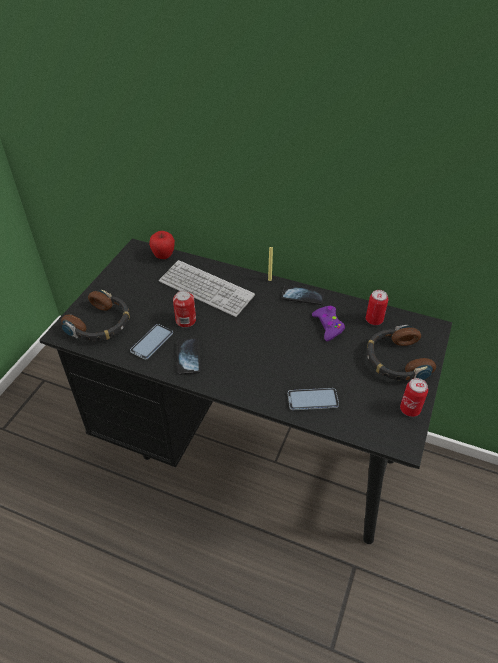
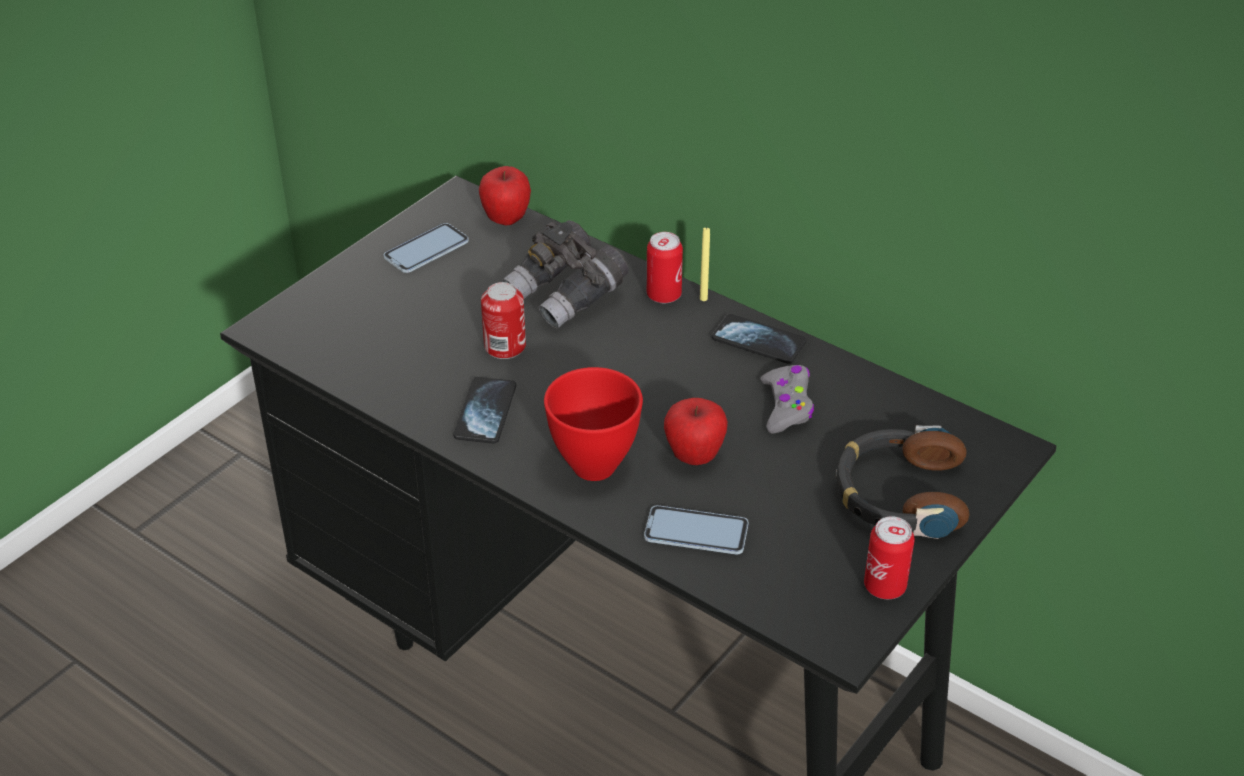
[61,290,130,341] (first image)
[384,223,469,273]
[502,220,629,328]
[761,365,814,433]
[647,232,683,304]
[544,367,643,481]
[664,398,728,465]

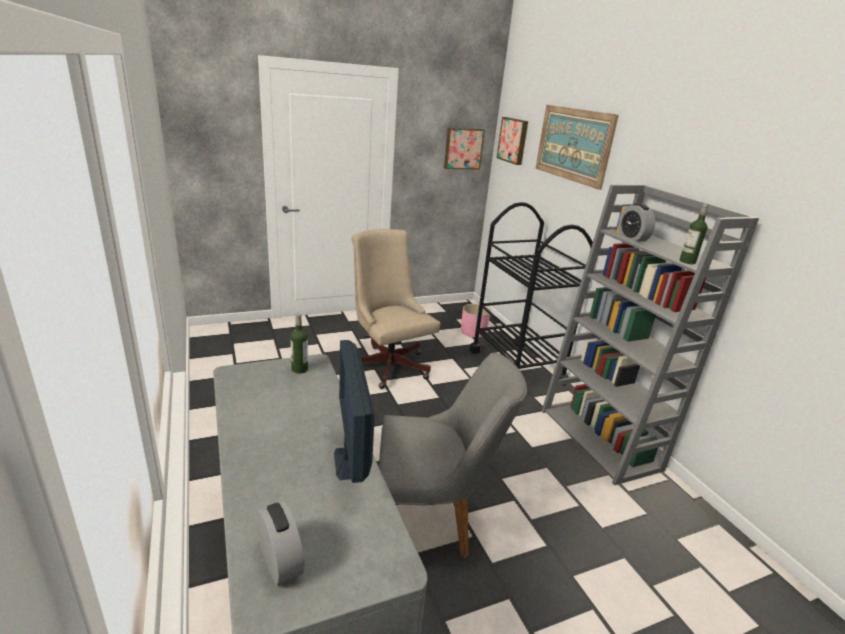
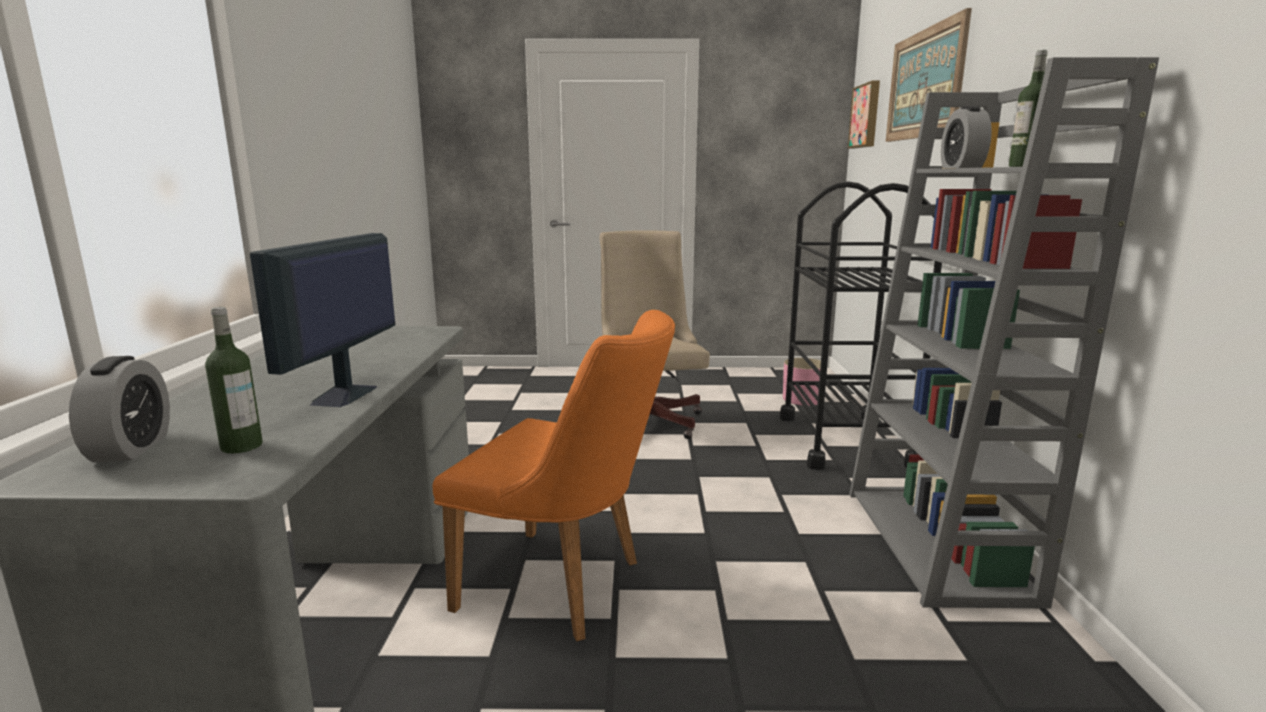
[205,307,262,454]
[433,310,675,642]
[444,127,485,170] (first image)

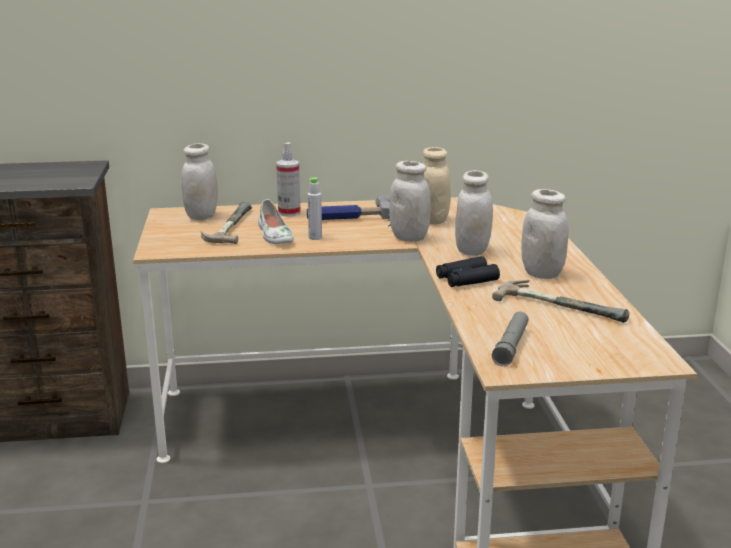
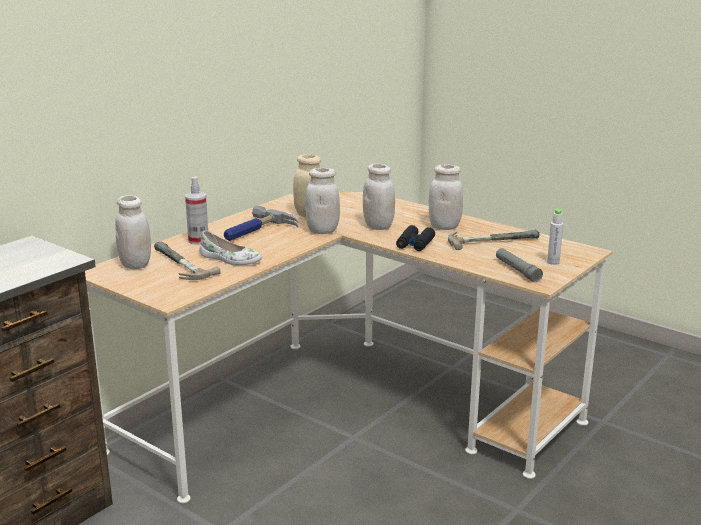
[547,209,563,265]

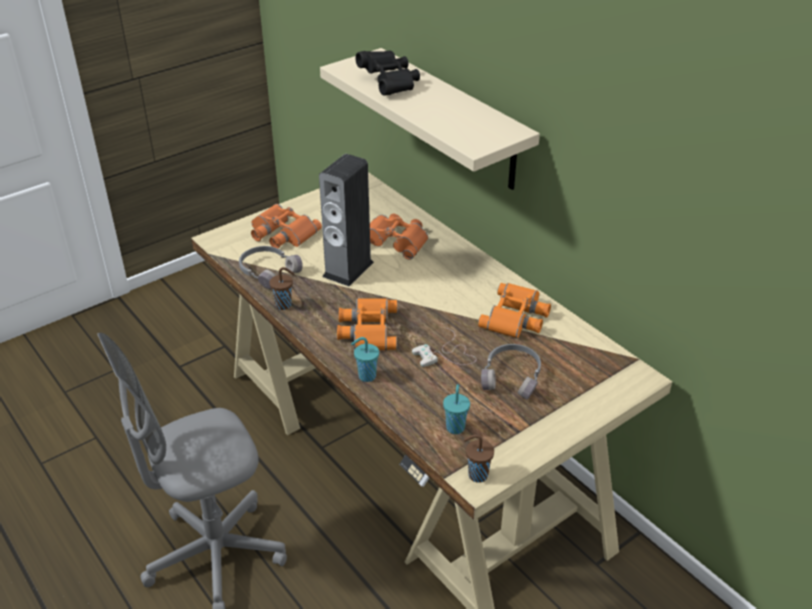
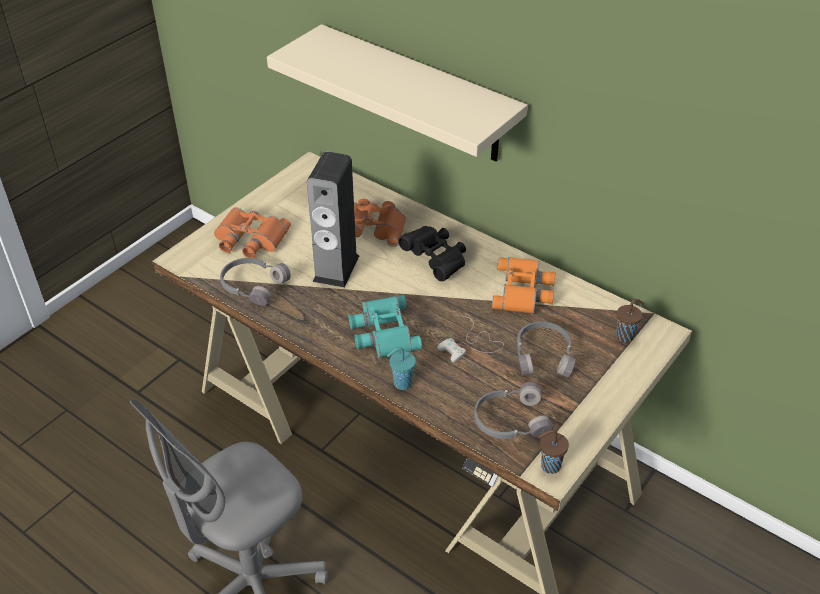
[616,299,644,342]
[349,295,422,358]
[398,226,466,281]
[474,382,553,439]

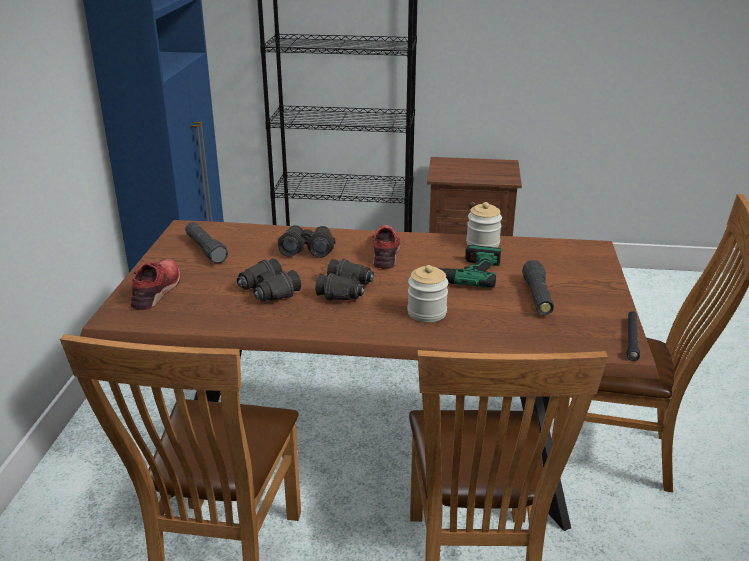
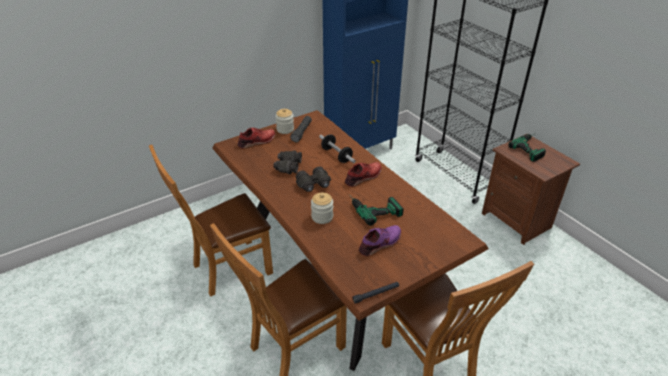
[319,134,356,163]
[275,108,294,134]
[359,225,401,256]
[509,134,546,162]

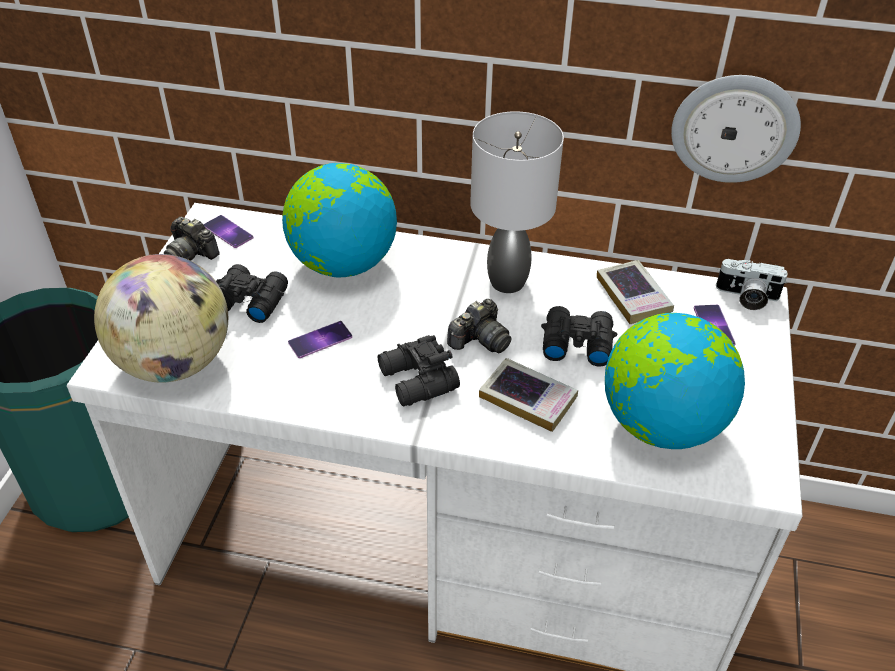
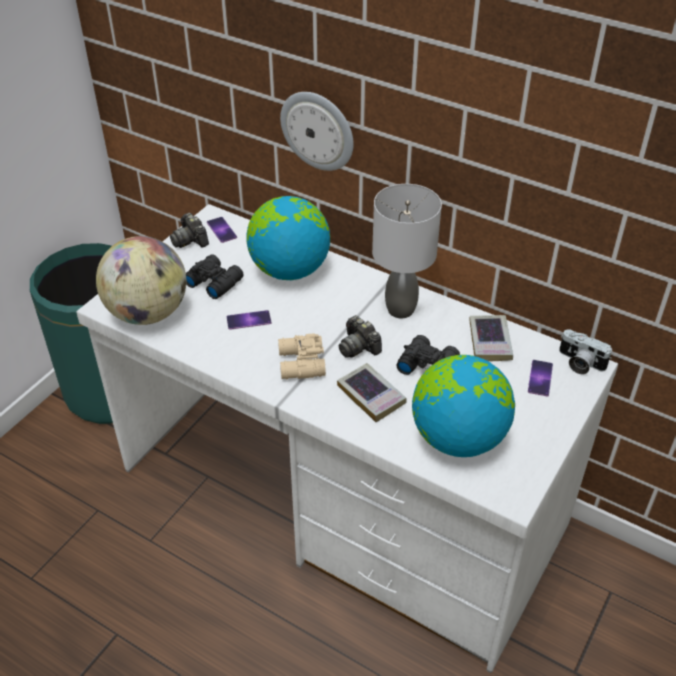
[278,333,326,379]
[339,315,382,358]
[280,92,354,171]

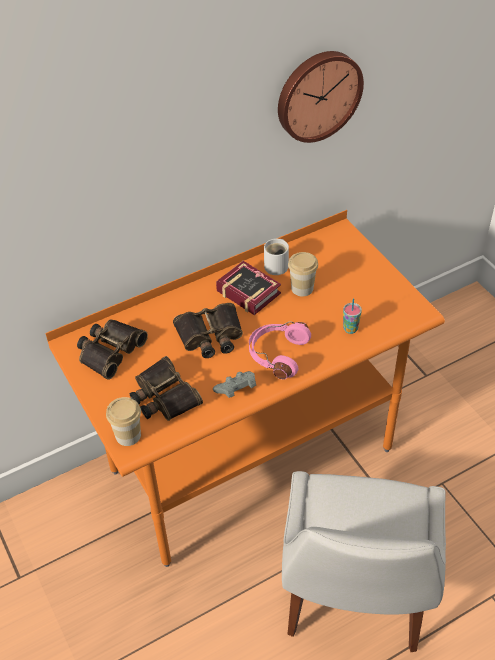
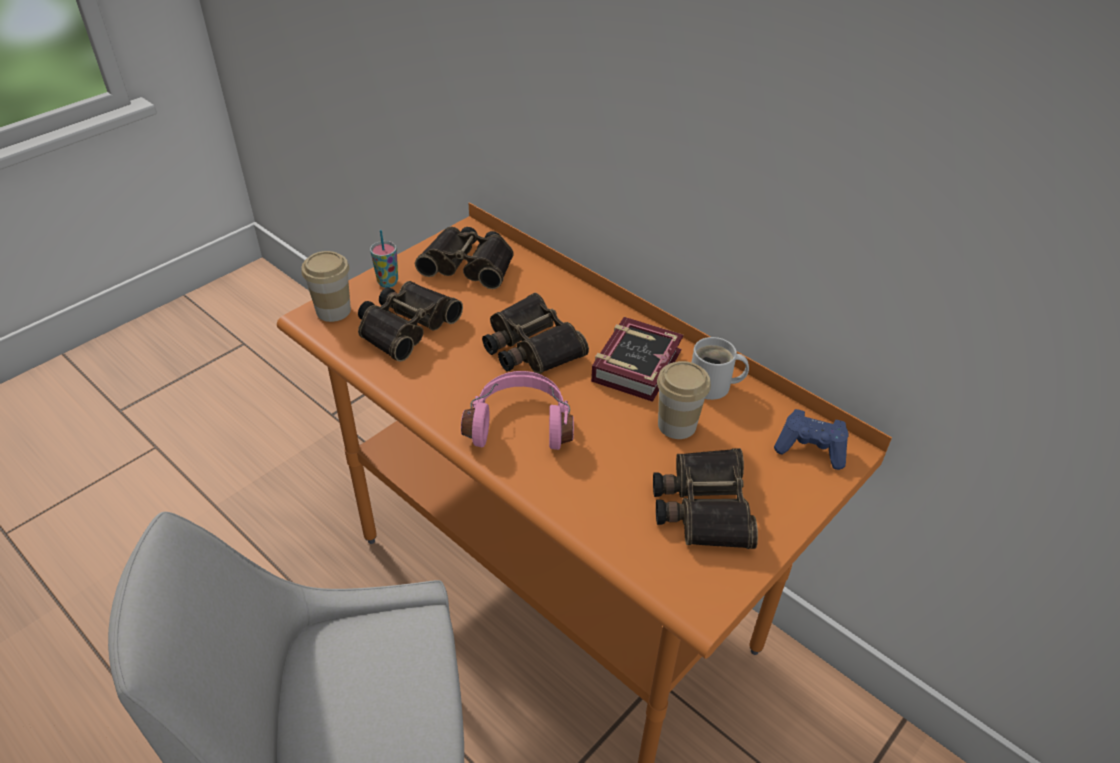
[213,371,256,398] (first image)
[278,51,364,143] (first image)
[370,230,398,288]
[653,448,758,549]
[774,409,849,470]

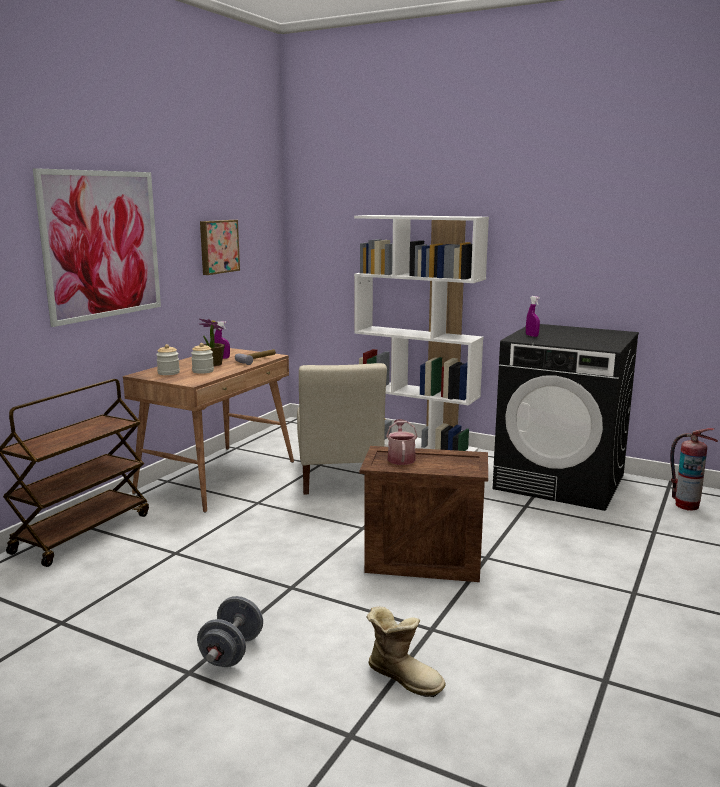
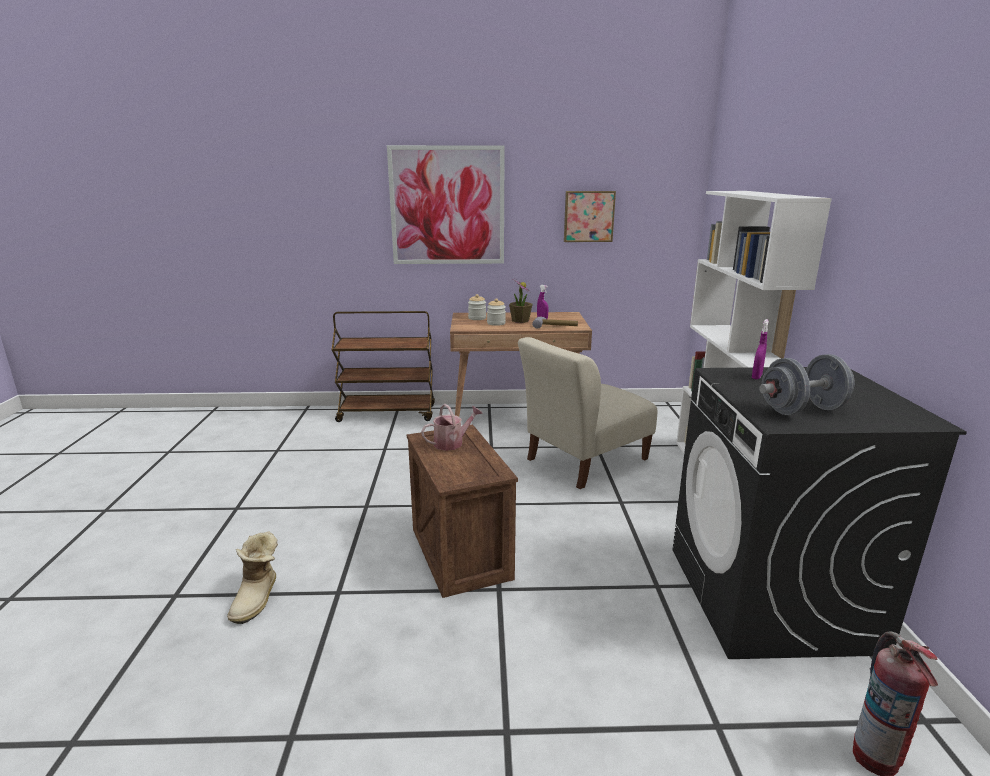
[759,354,855,415]

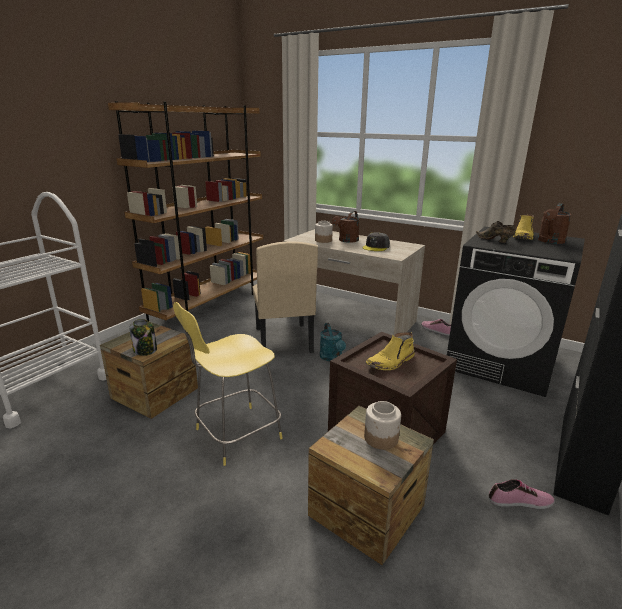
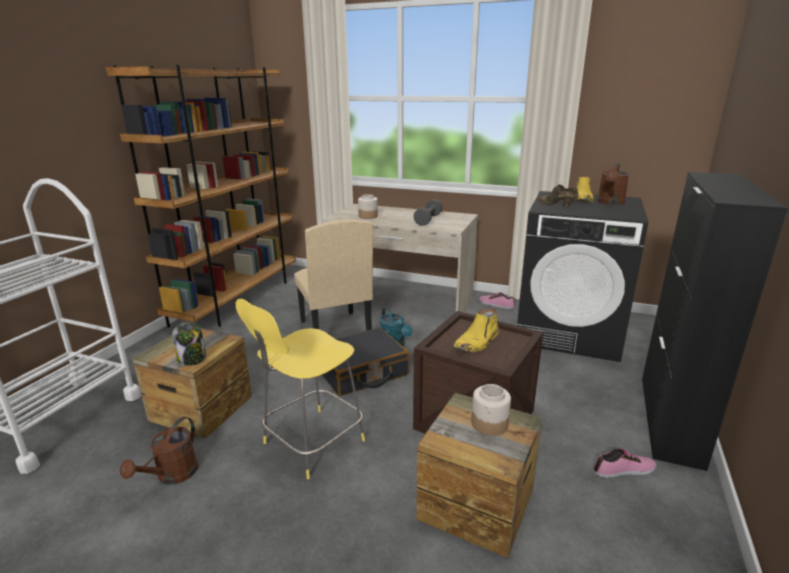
[120,417,198,485]
[413,199,442,226]
[322,328,409,396]

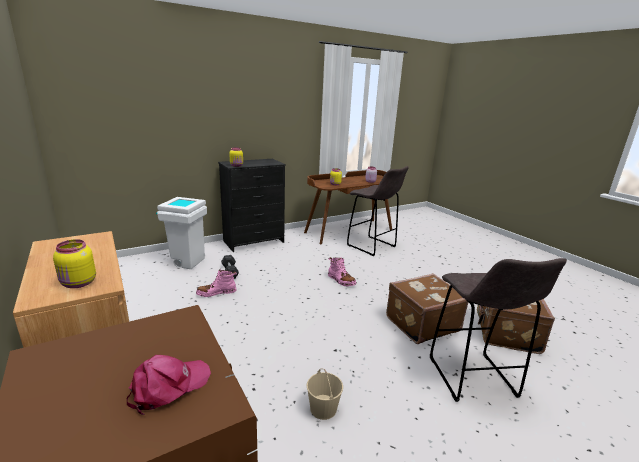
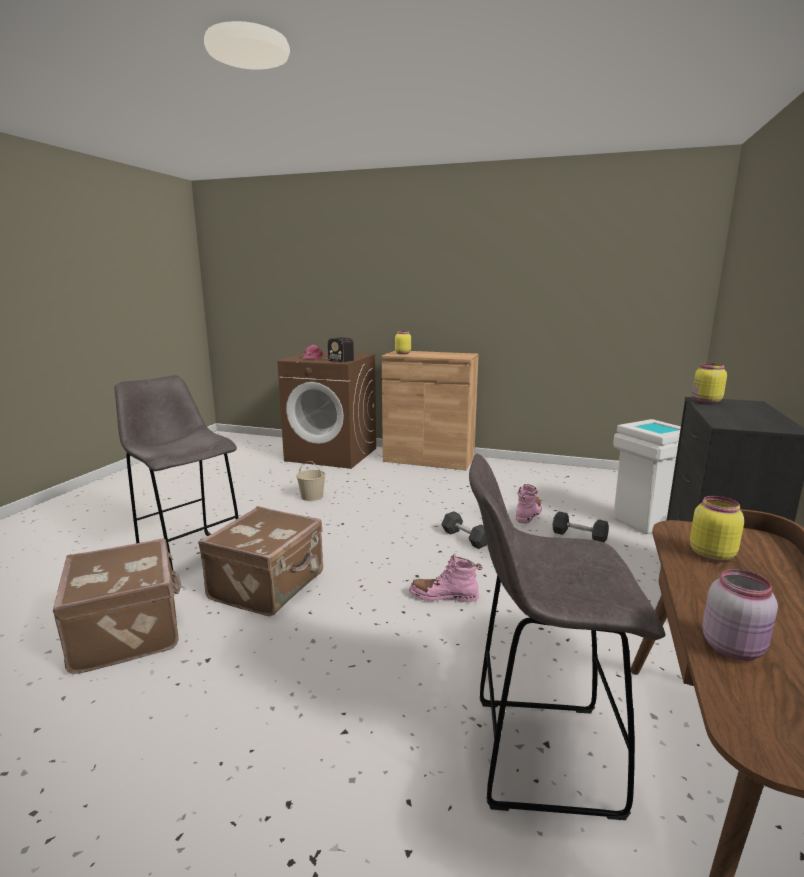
[321,337,354,363]
[441,511,487,549]

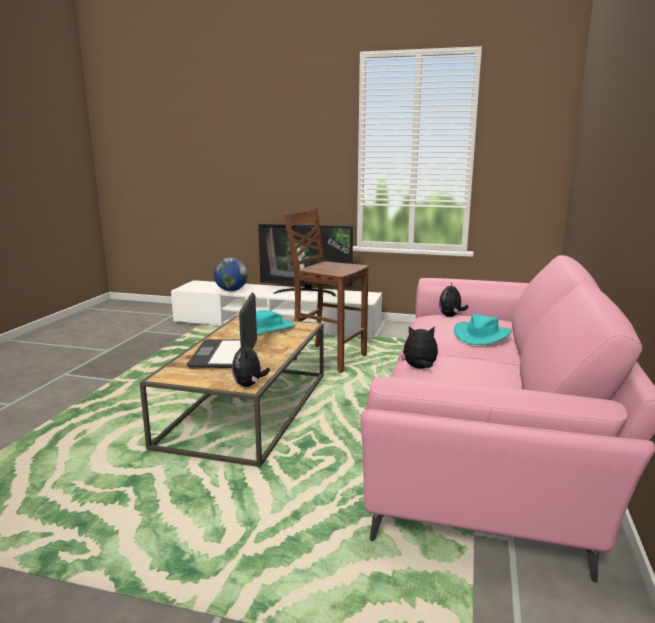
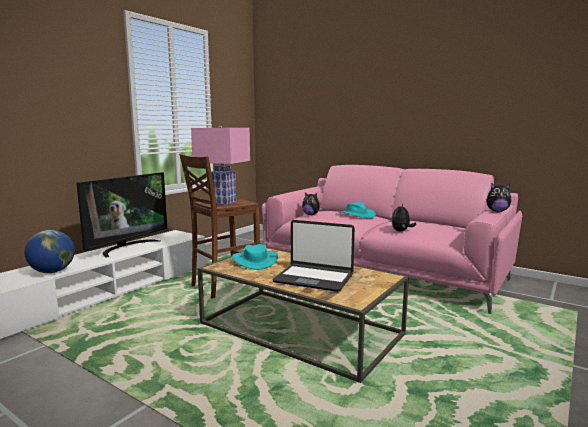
[487,184,511,212]
[191,126,250,205]

